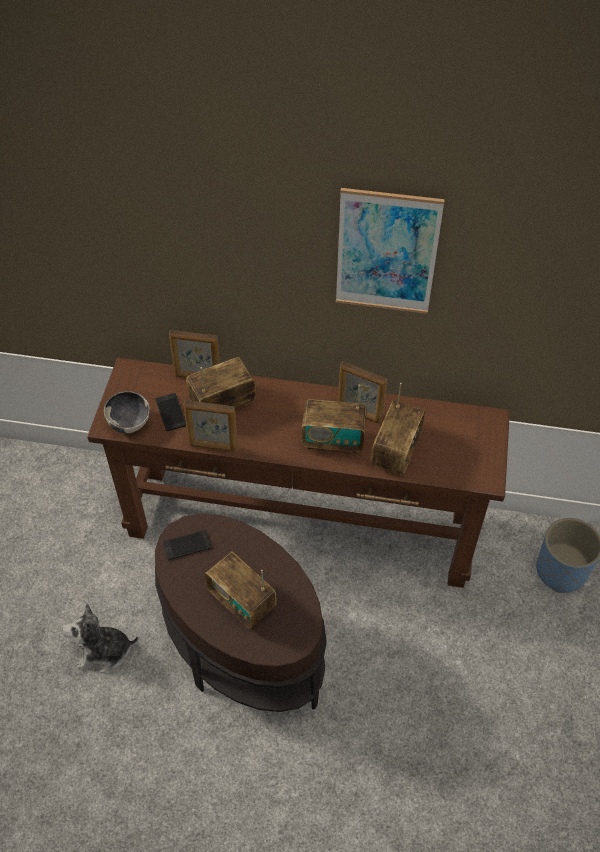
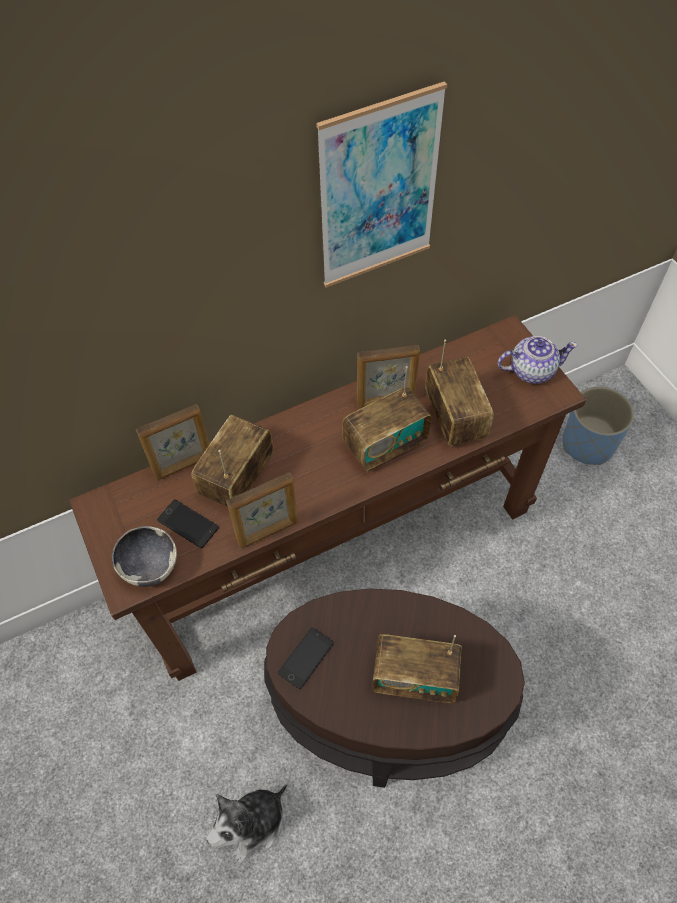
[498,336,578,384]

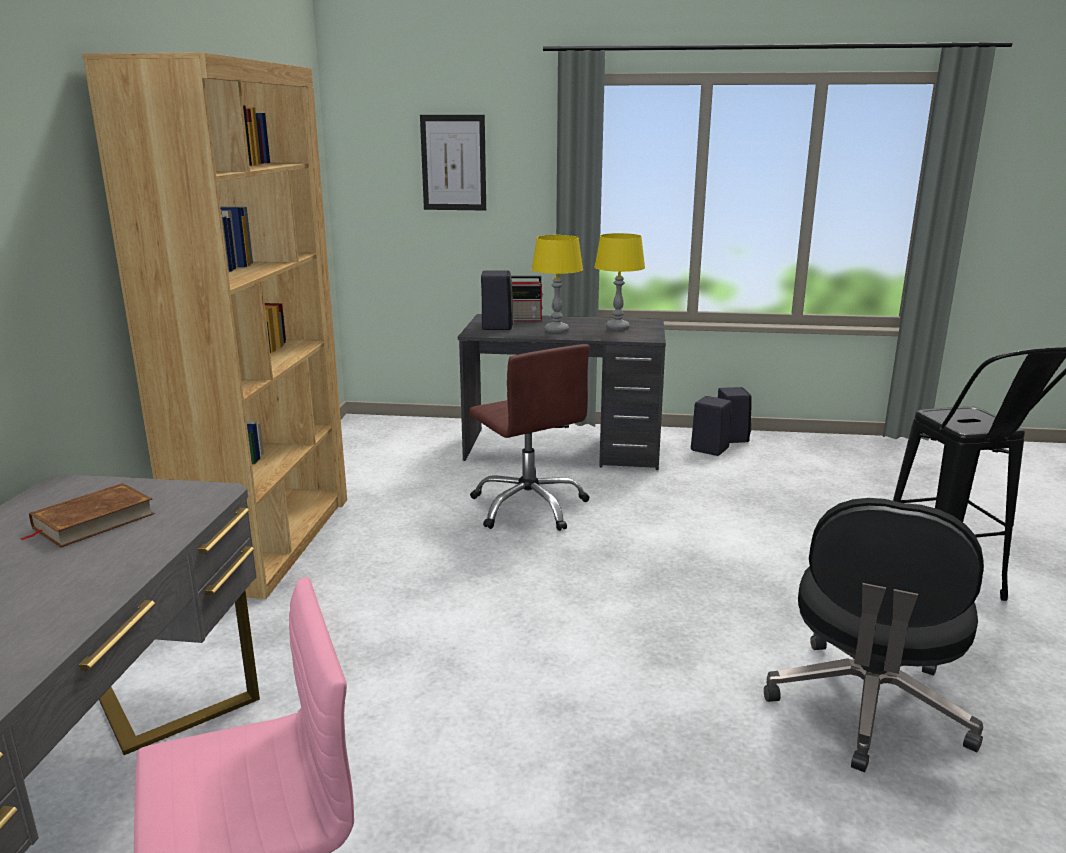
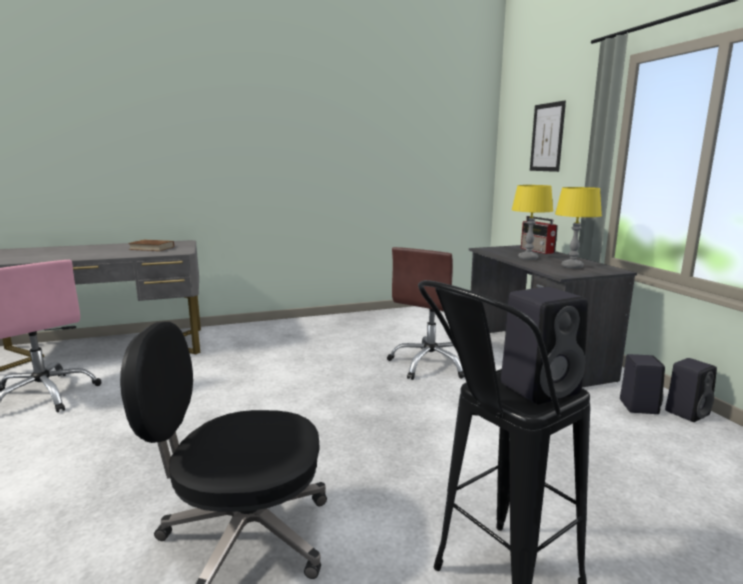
[82,52,347,599] (first image)
[501,287,588,404]

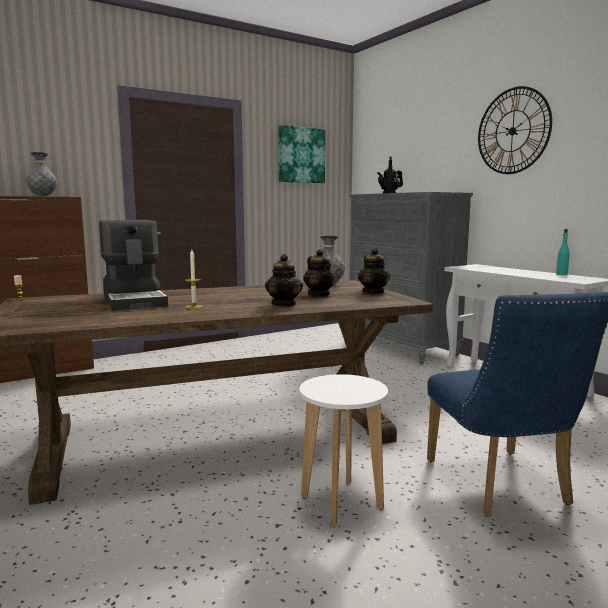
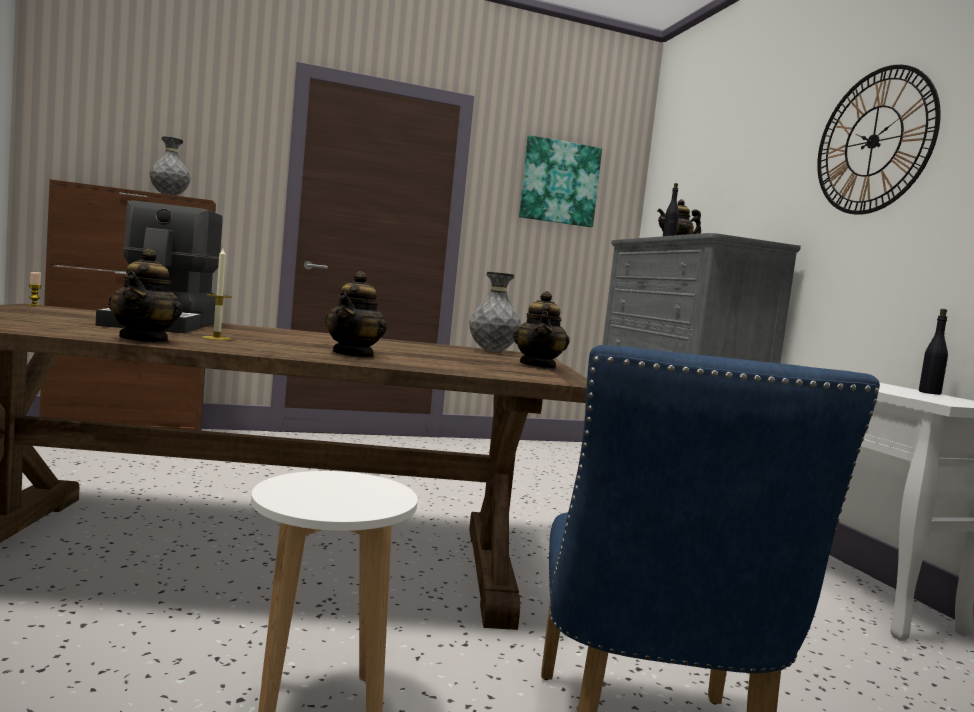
[108,249,182,343]
[919,309,948,395]

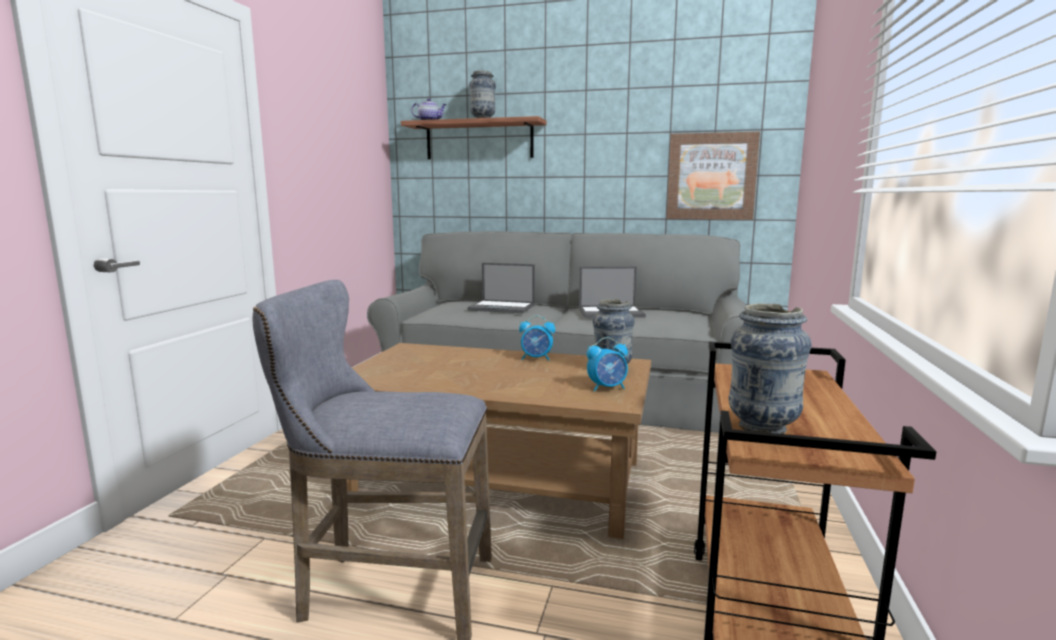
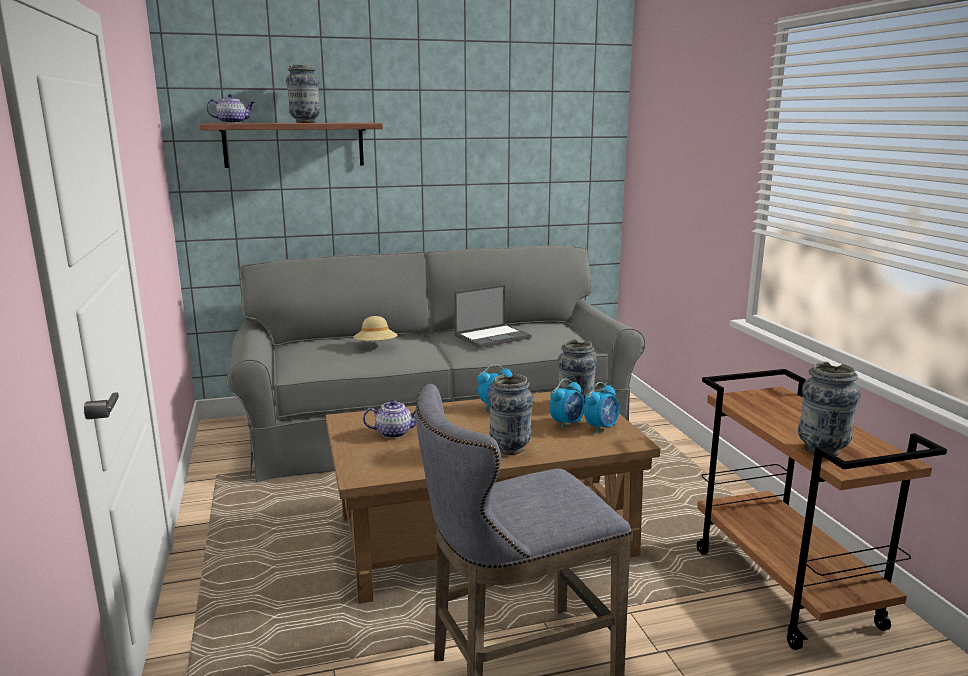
[354,316,397,341]
[666,132,760,220] (first image)
[363,400,416,438]
[488,374,533,455]
[549,379,585,429]

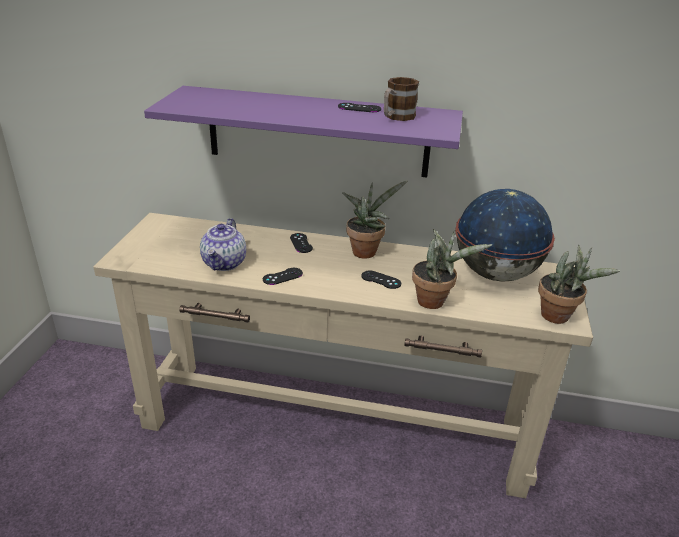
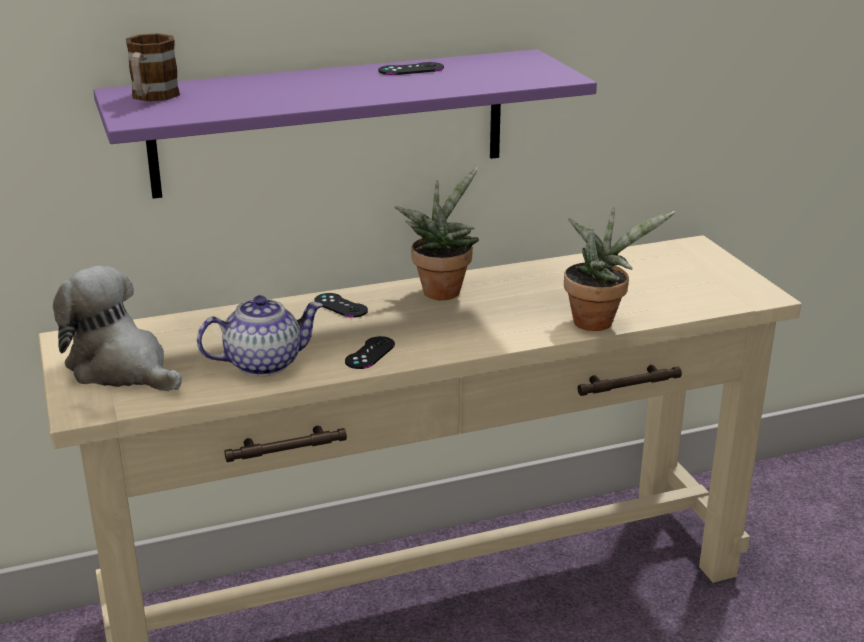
[197,295,323,376]
[361,271,401,289] (first image)
[126,33,180,101]
[455,189,555,282] (first image)
[538,245,620,324] (first image)
[53,266,182,391]

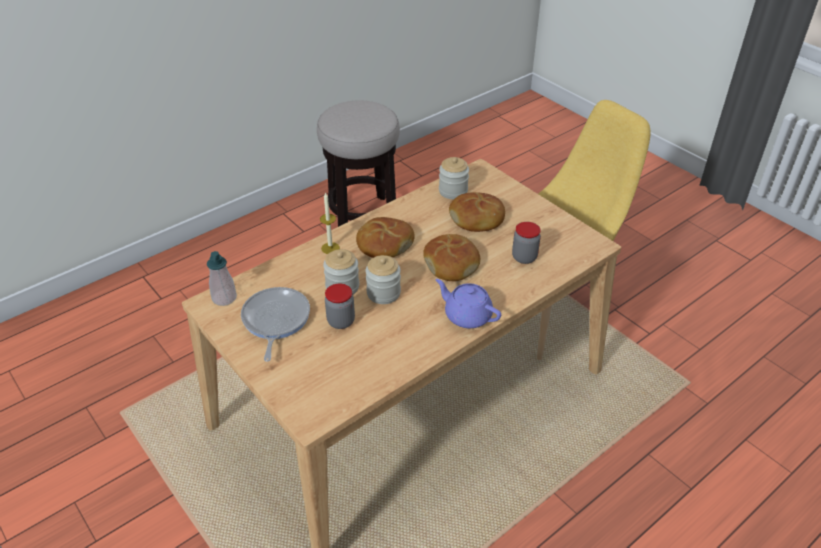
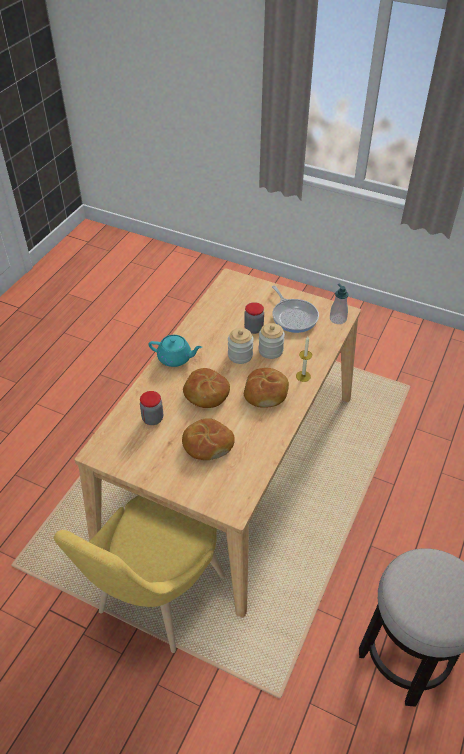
[148,335,202,367]
[439,157,469,199] (first image)

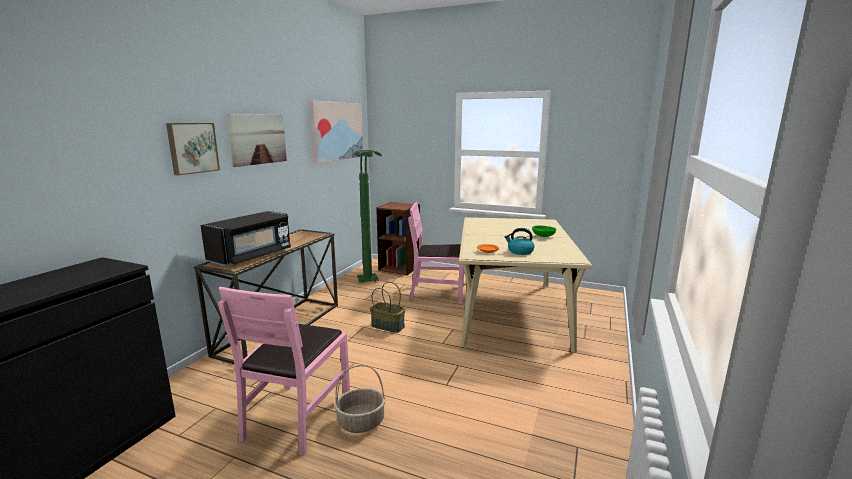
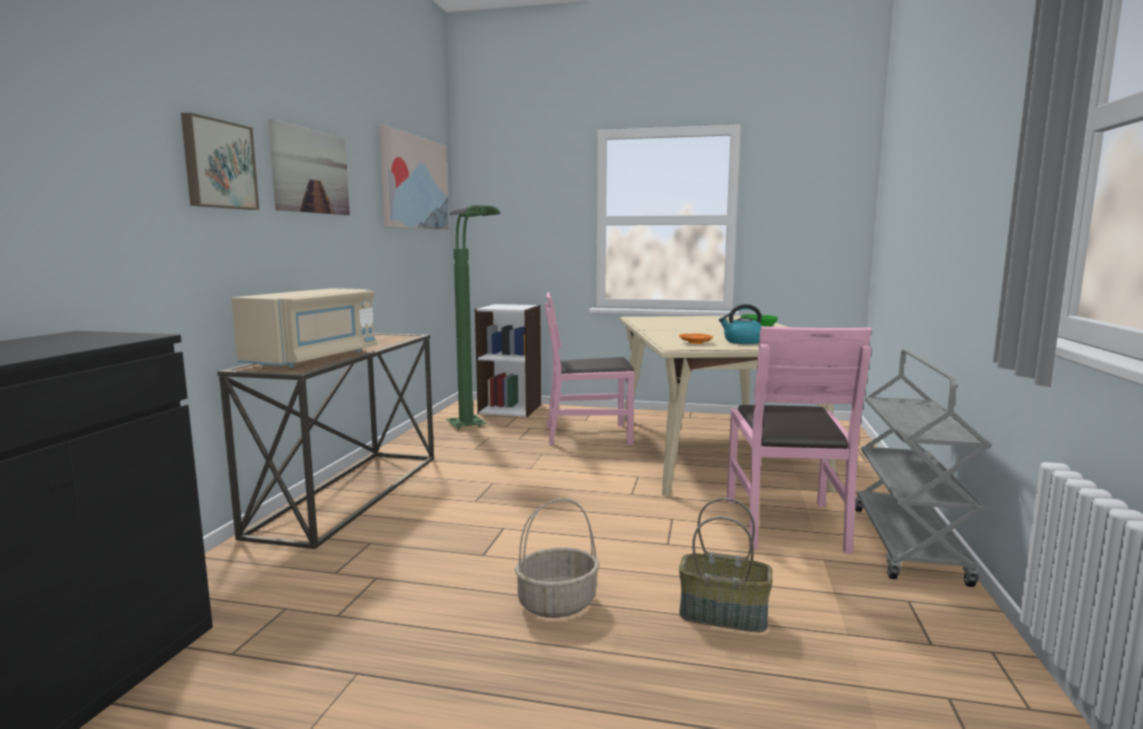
[231,288,377,368]
[727,326,871,554]
[679,498,773,632]
[475,304,541,417]
[855,349,992,587]

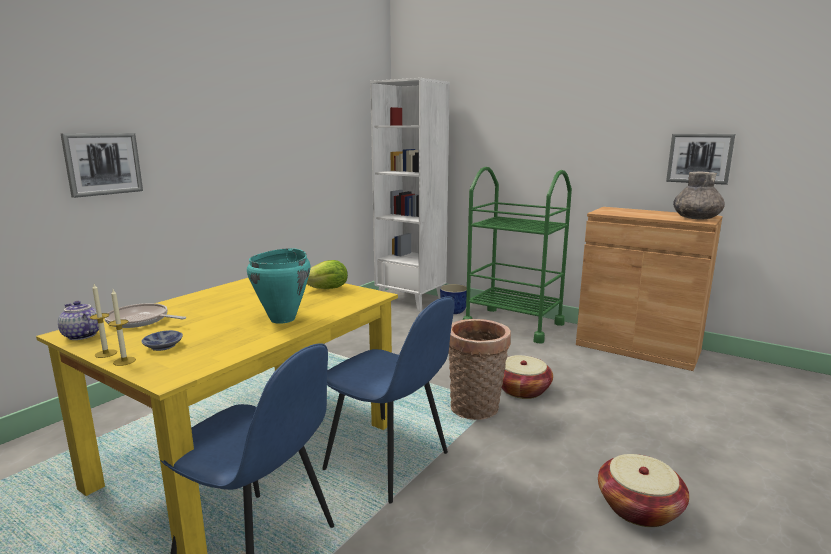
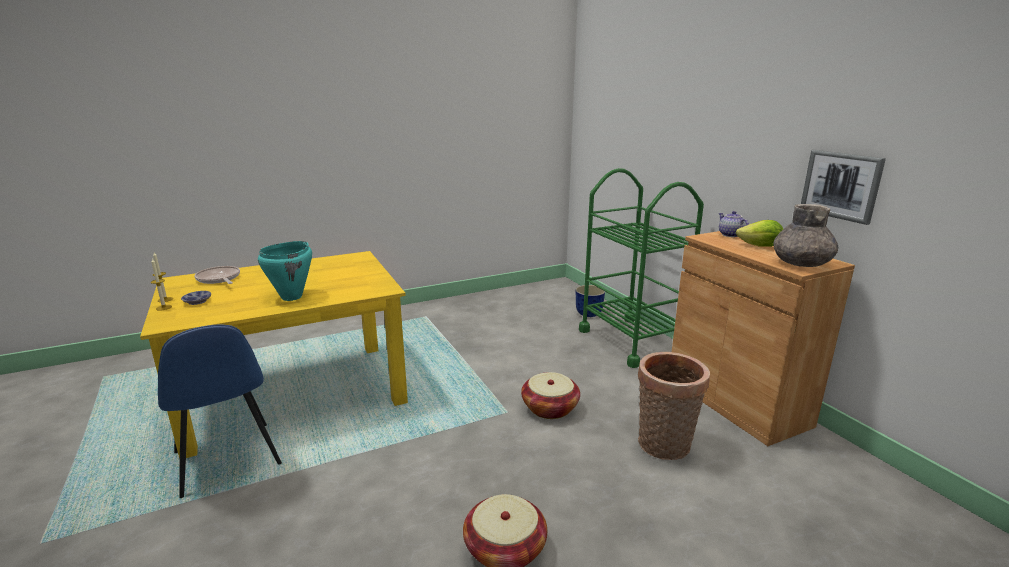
[719,211,749,237]
[61,133,143,198] (first image)
[736,220,783,247]
[322,297,455,503] (first image)
[370,78,450,311] (first image)
[638,352,710,460]

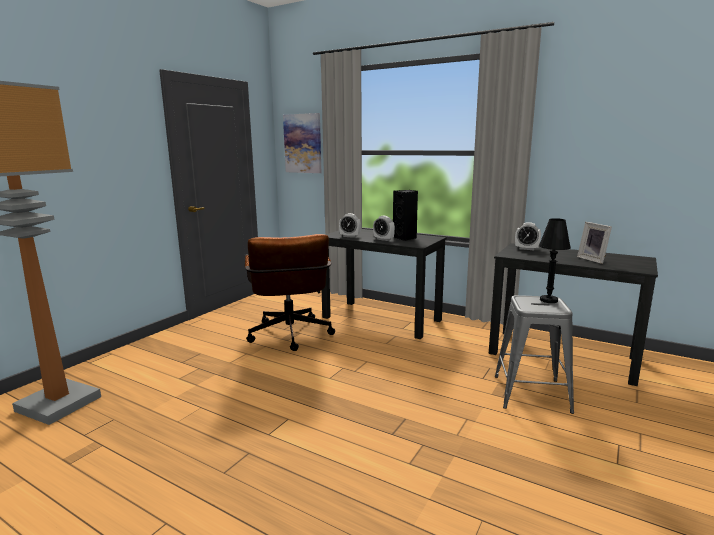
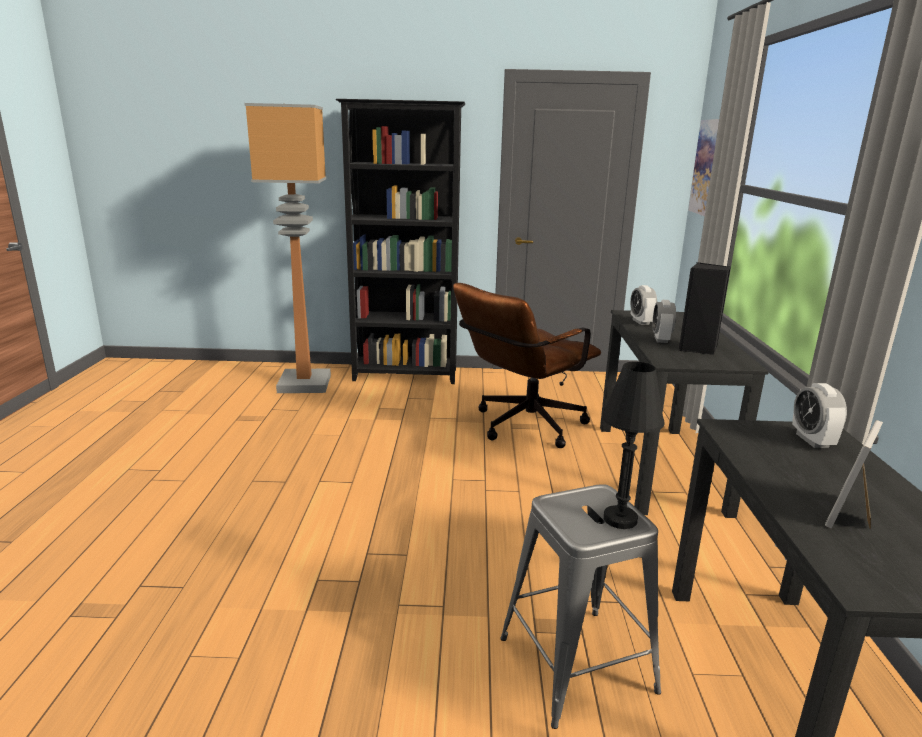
[336,99,465,384]

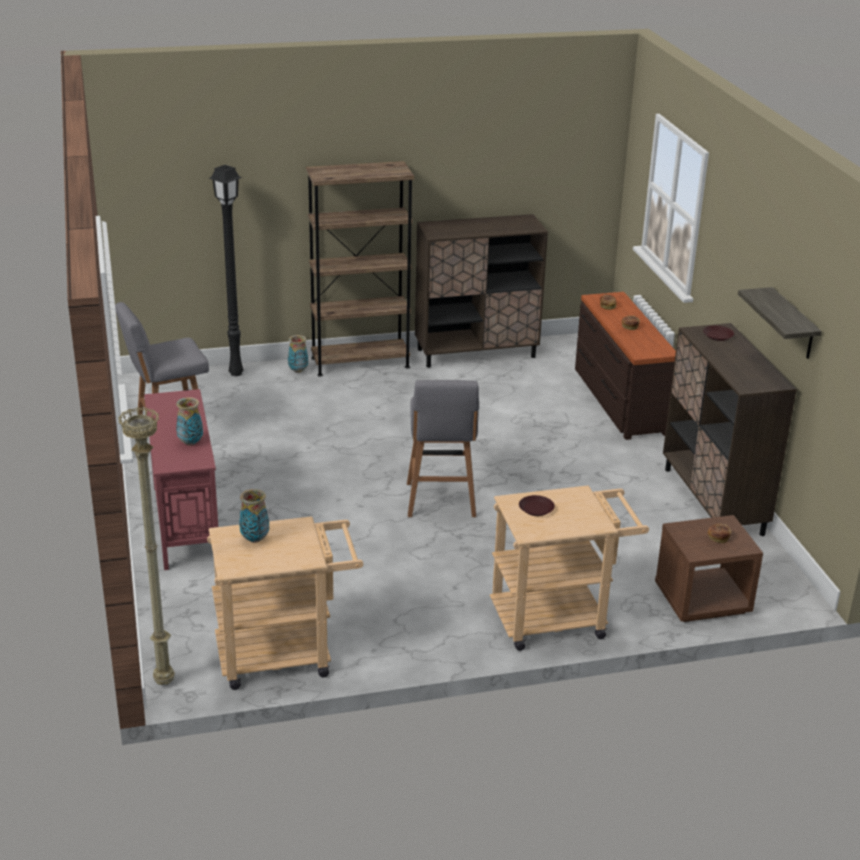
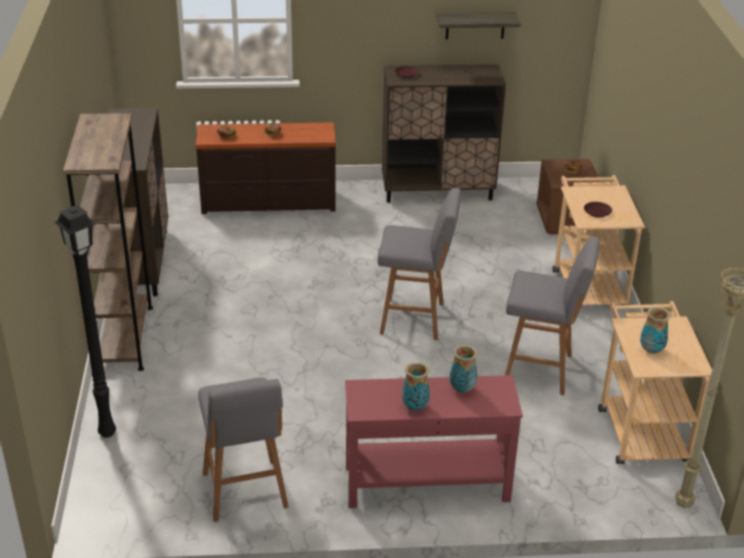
[402,362,430,411]
[505,236,600,395]

